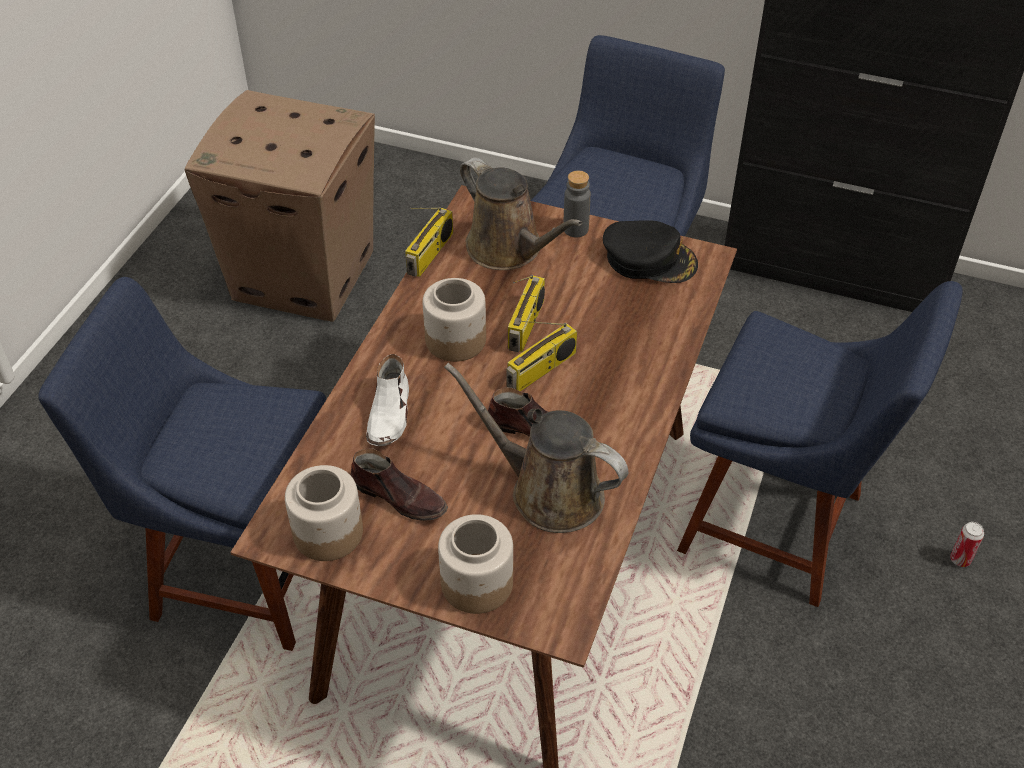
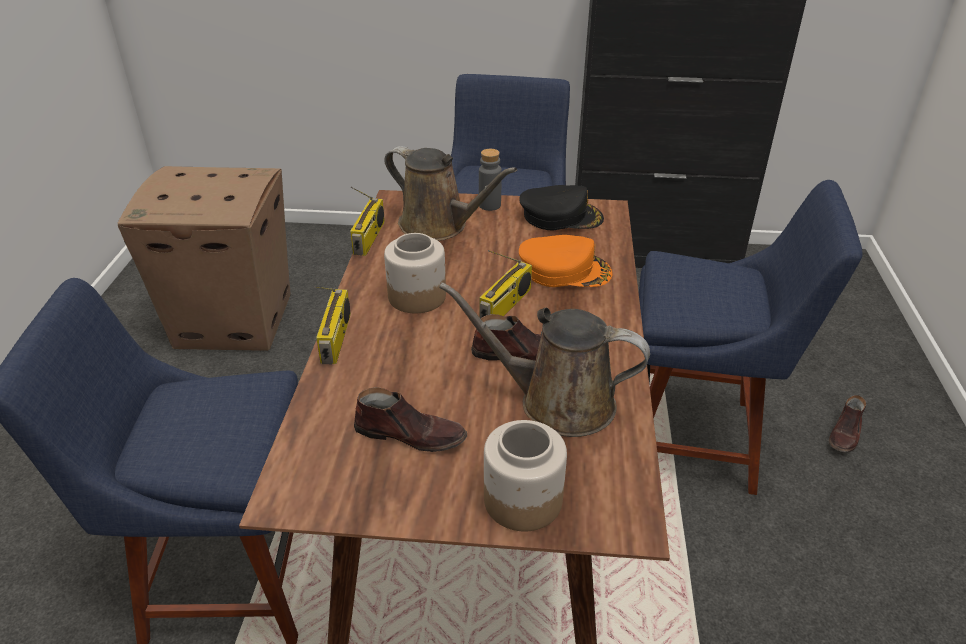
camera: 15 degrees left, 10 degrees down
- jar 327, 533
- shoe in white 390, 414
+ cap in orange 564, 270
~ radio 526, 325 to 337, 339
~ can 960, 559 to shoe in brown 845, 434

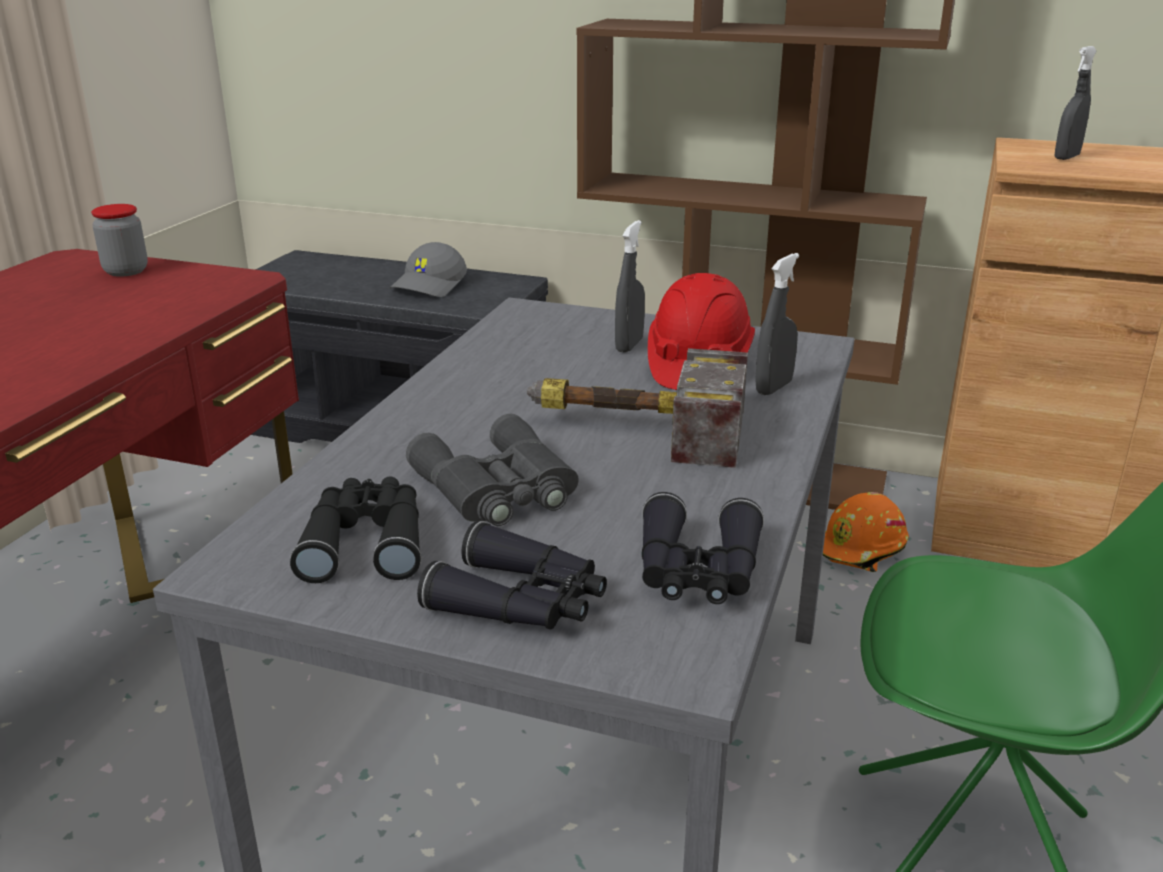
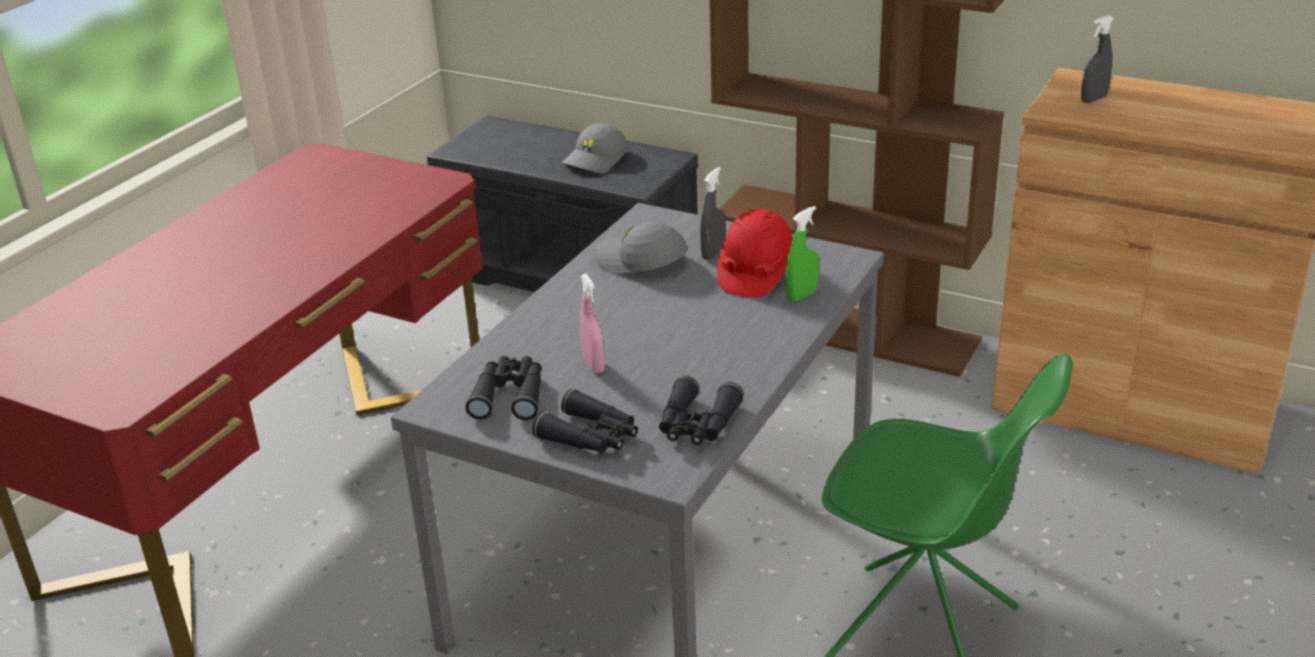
camera: 10 degrees right, 5 degrees up
- jar 126, 271
- hammer 632, 428
- hard hat in orange 862, 549
+ cap in grey 640, 262
~ binoculars in grey 497, 489 to spray bottle in pink 593, 365
~ spray bottle in grey 773, 388 to spray bottle in green 802, 295

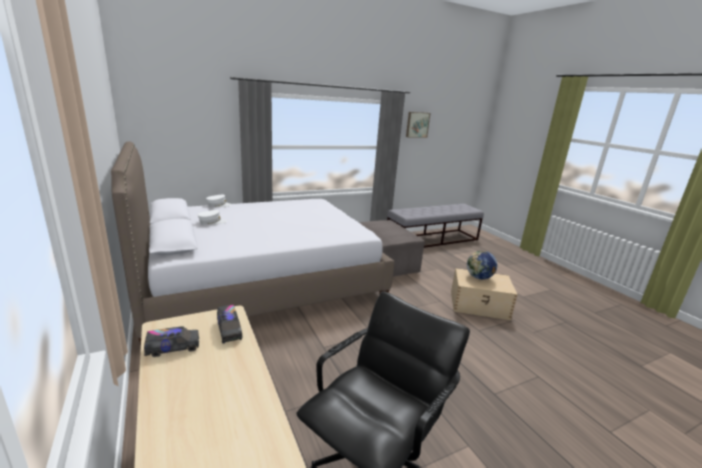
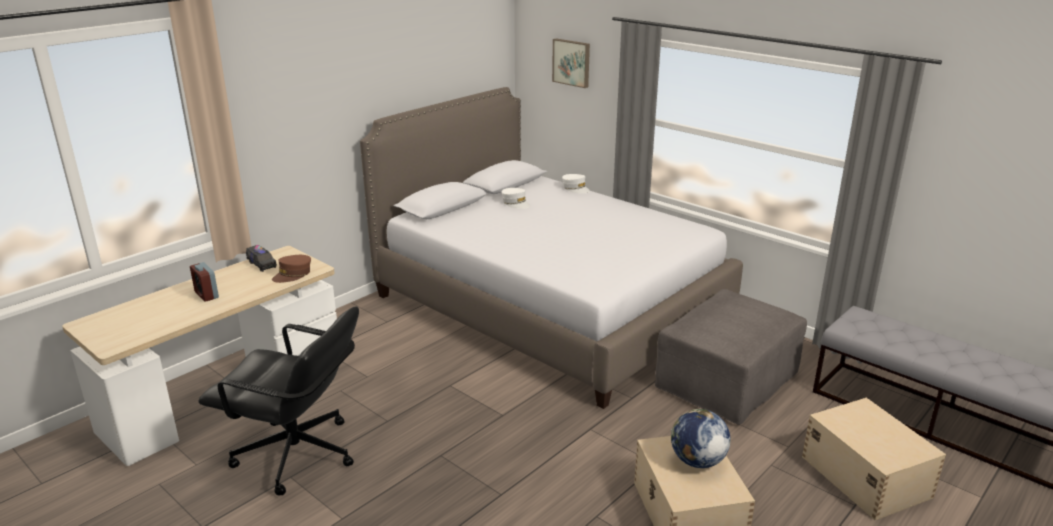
camera: 70 degrees right, 5 degrees up
+ alarm clock 206, 295
+ storage box in beige 865, 475
~ picture 417, 124 to 572, 62
~ toy truck 229, 330 to cap in brown 293, 274

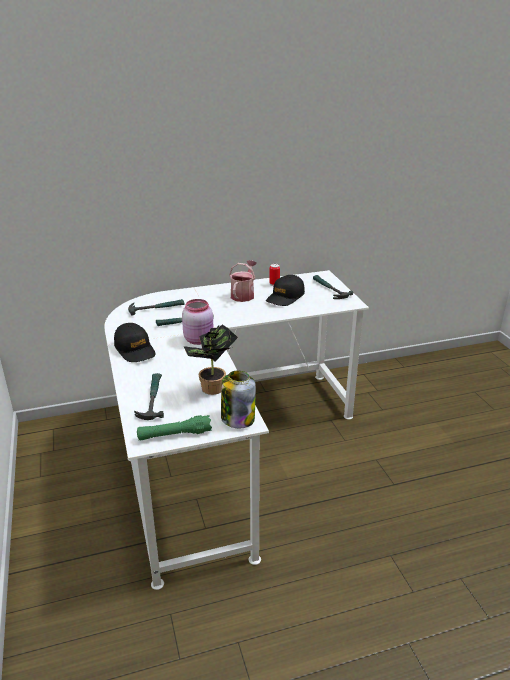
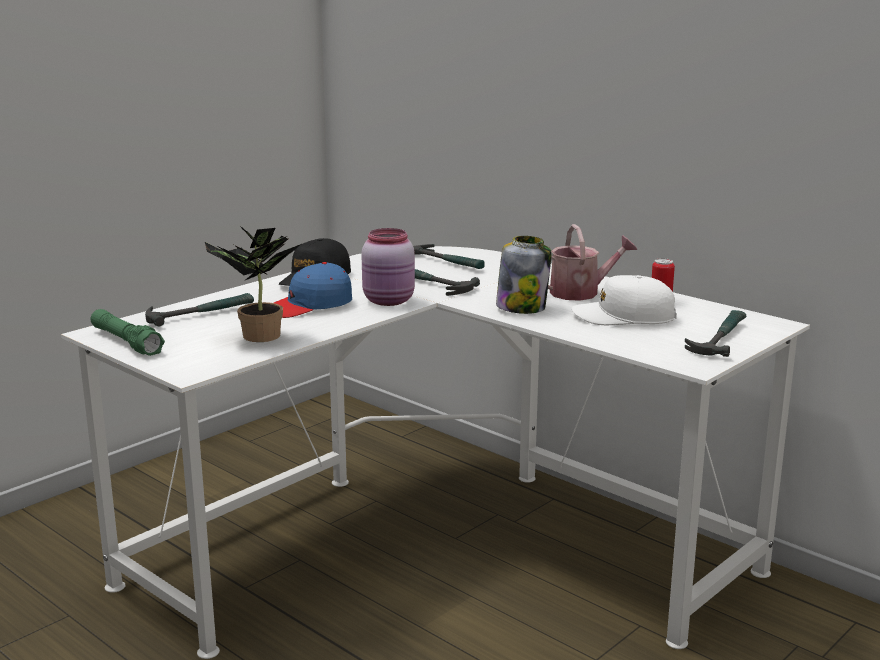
camera: 60 degrees right, 10 degrees down
+ cap in blue 310, 306
~ jar 237, 418 to 522, 307
~ cap in black 285, 297 to cap in white 623, 317

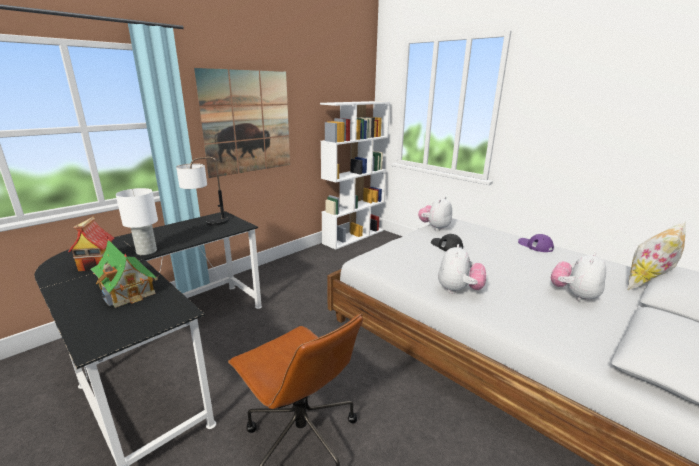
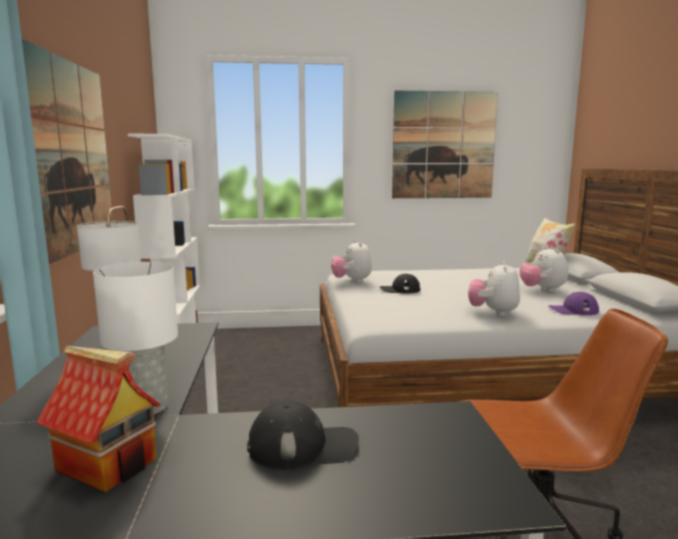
camera: 50 degrees left, 10 degrees down
+ picture 443, 145
~ cap in purple 535, 245 to 573, 310
~ toy house 127, 289 to cap in black 303, 446
~ plush toy 458, 290 = 493, 312 135 degrees counterclockwise

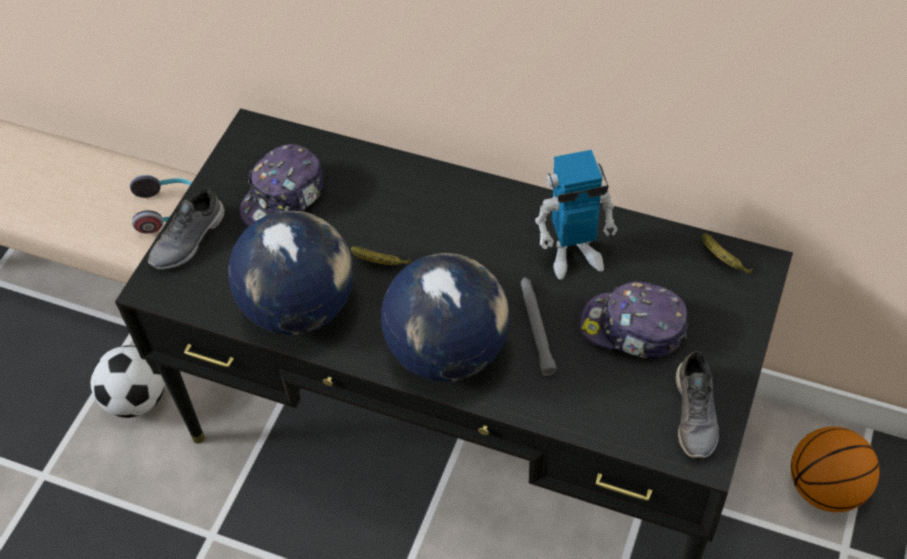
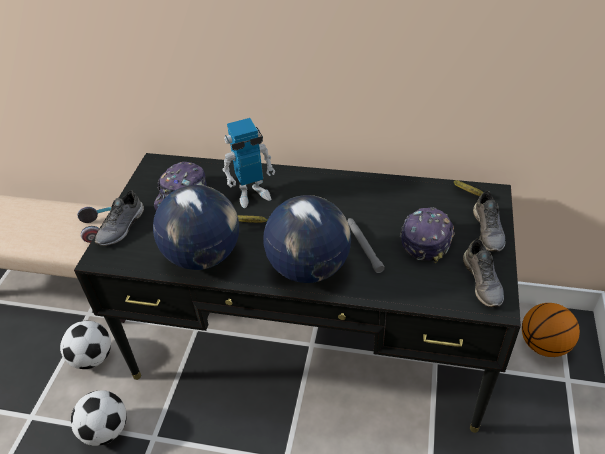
camera: 10 degrees left, 10 degrees down
+ football 106, 430
+ shoe in grey 488, 231
~ toy robot 574, 254 to 252, 194
~ cap 633, 329 = 426, 238 105 degrees clockwise

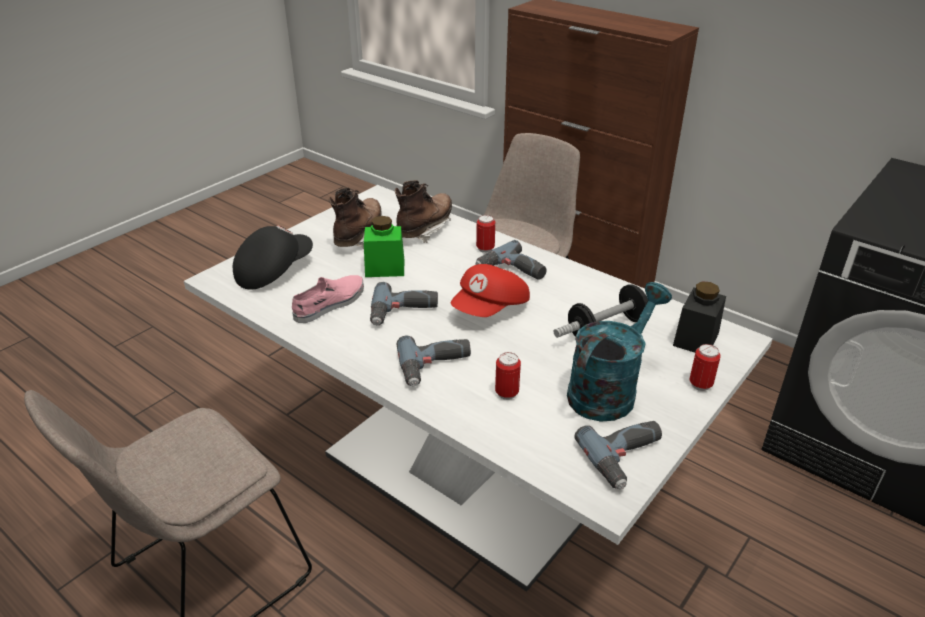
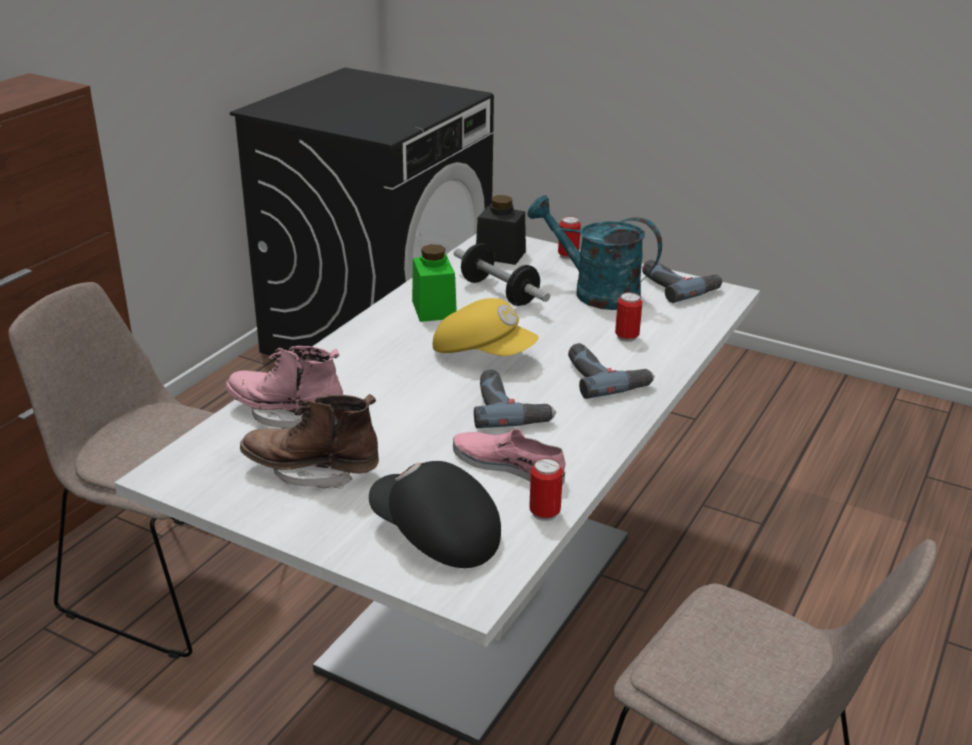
camera: 100 degrees left, 5 degrees down
- power drill 511, 271
~ jar in green 385, 268 to 434, 309
~ can 485, 249 to 544, 513
~ boot in brown 425, 229 to boot in pink 287, 415
~ cap in red 491, 309 to cap in yellow 483, 353

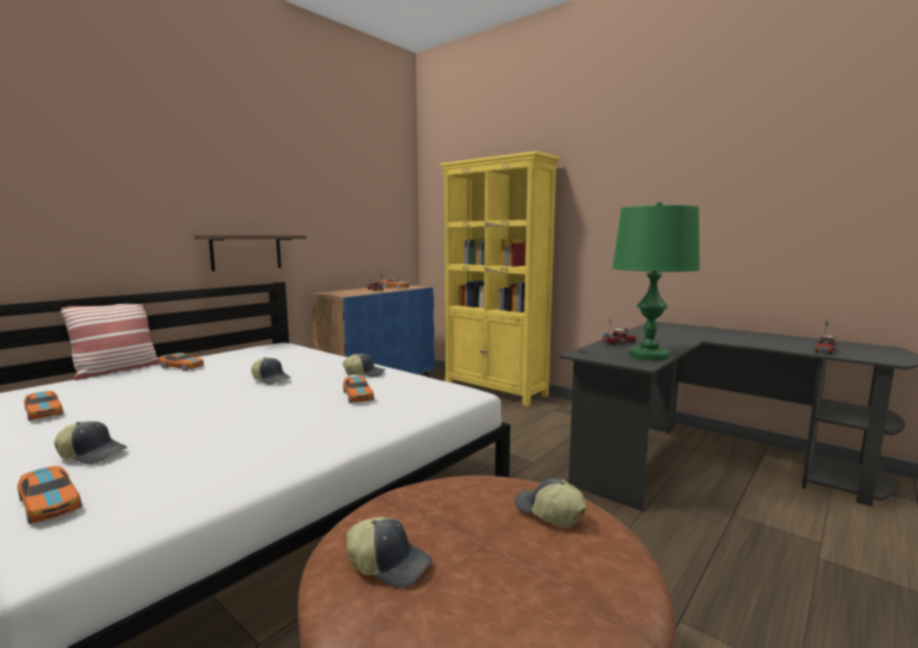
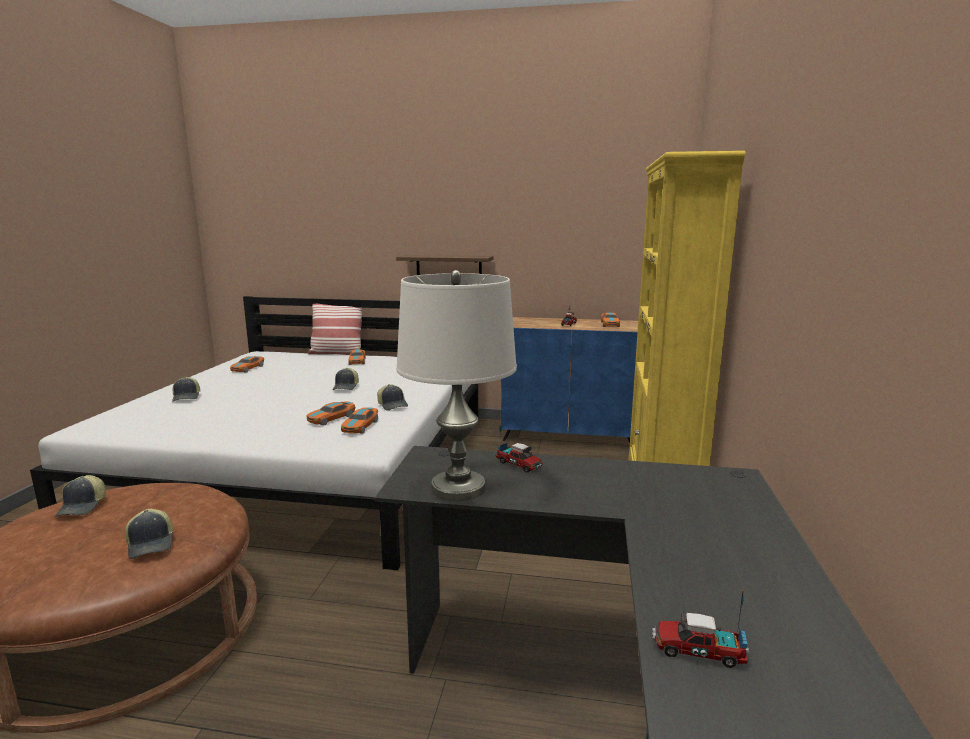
camera: 60 degrees right, 5 degrees up
~ toy car 50, 503 to 360, 426
~ table lamp in green 648, 356 to table lamp in white 458, 488
~ cap 548, 513 = 152, 543 135 degrees clockwise

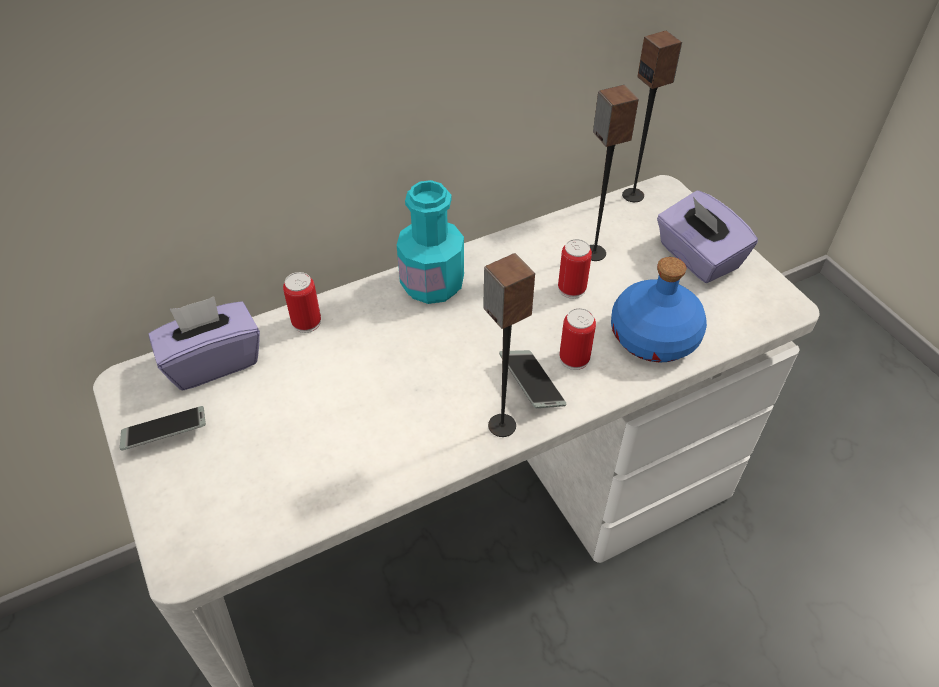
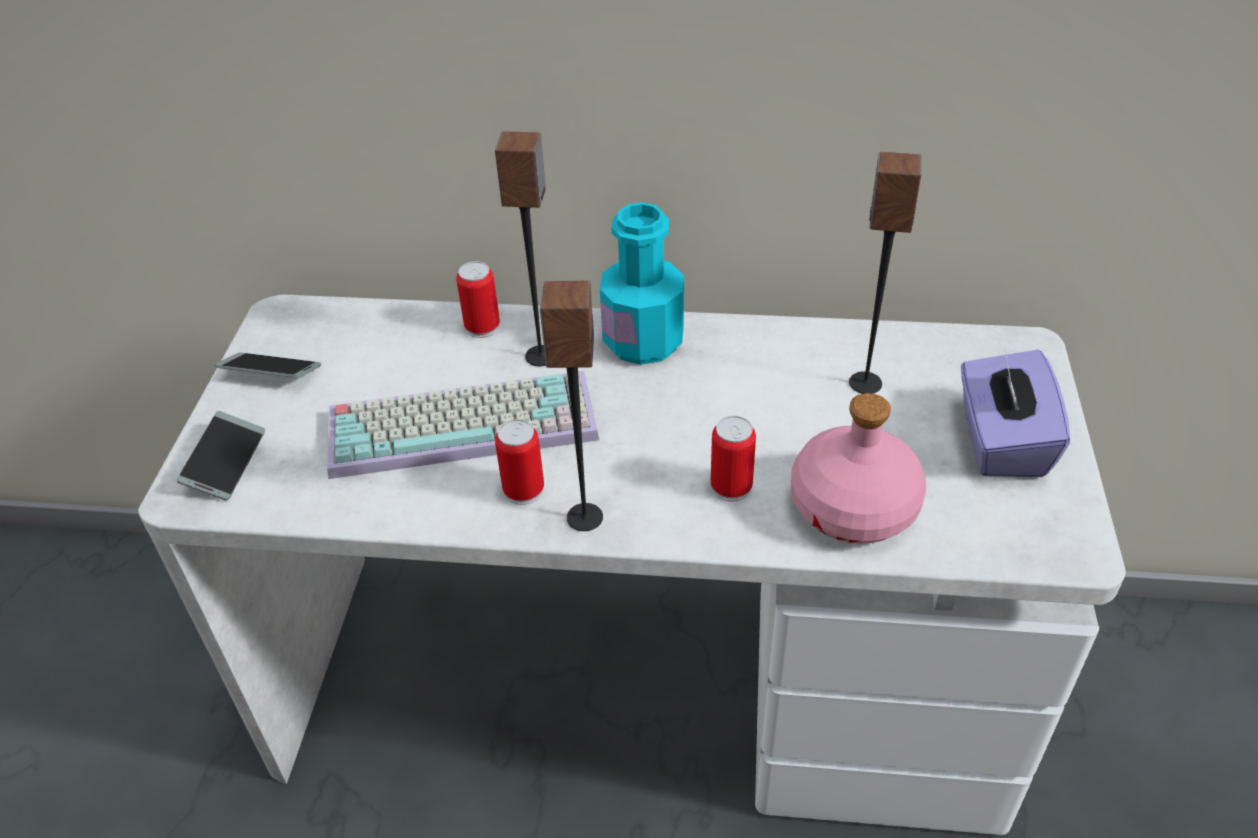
camera: 35 degrees right, 5 degrees down
- tissue box in purple 213, 361
+ keyboard 465, 422
~ phone 531, 384 to 225, 463
~ can 571, 289 to 523, 490
~ speaker 633, 195 to 541, 356
~ bottle in blue 654, 337 to bottle in pink 852, 507

